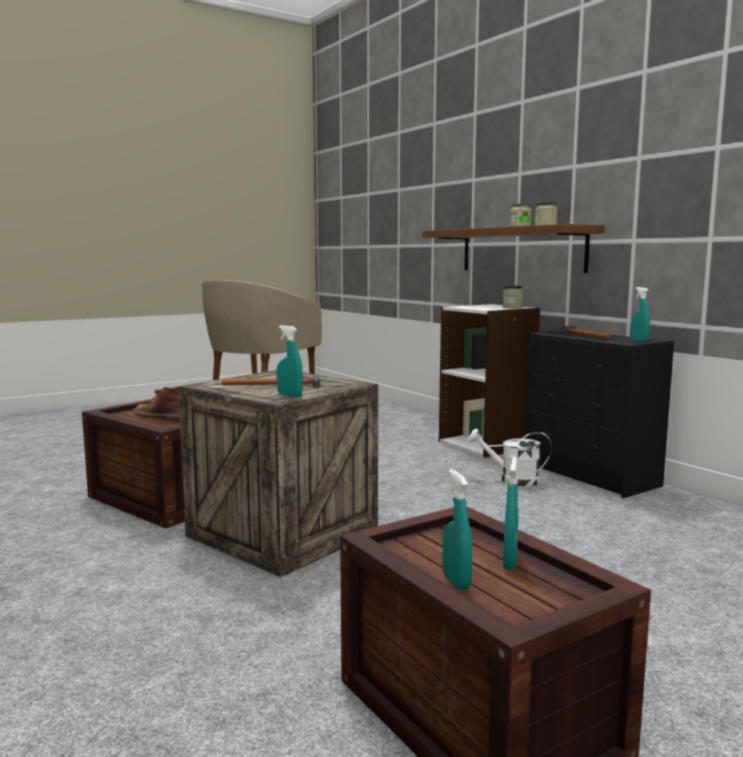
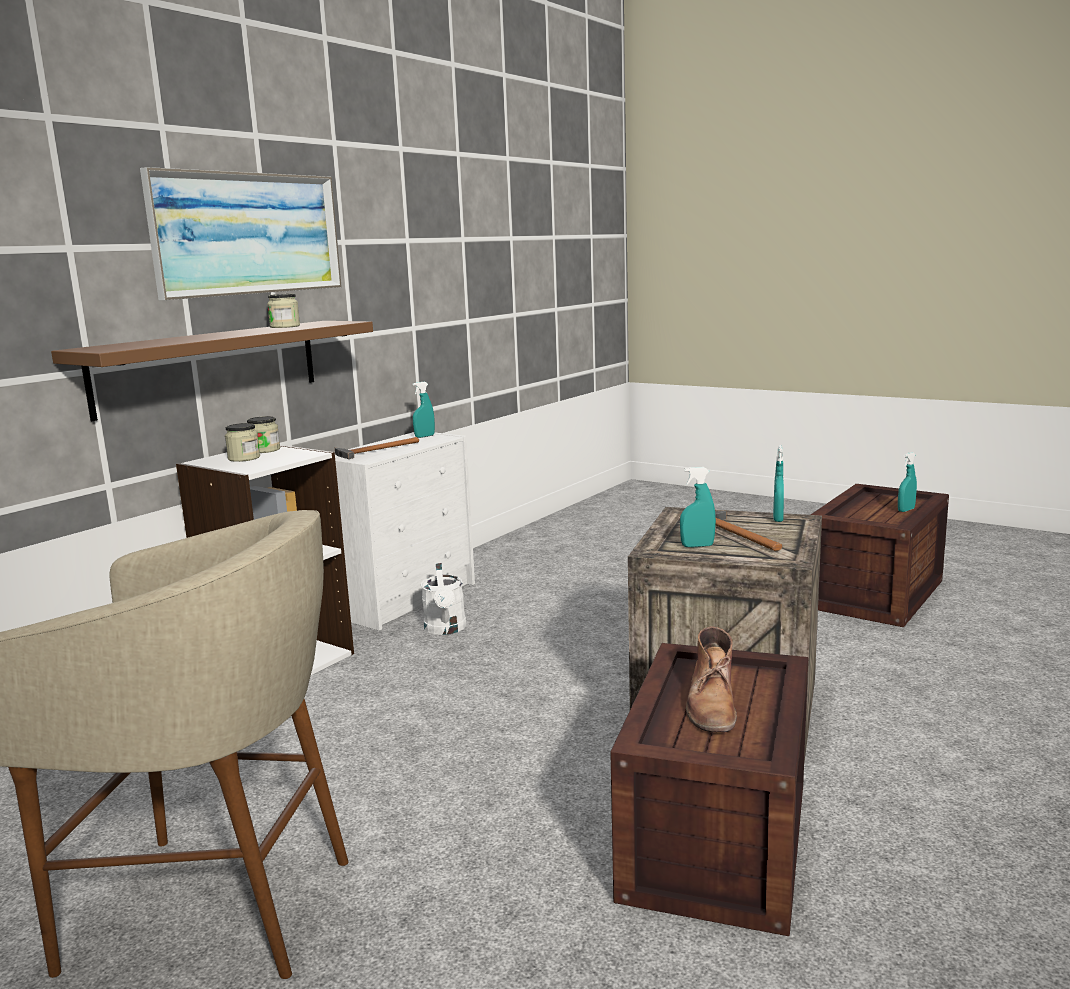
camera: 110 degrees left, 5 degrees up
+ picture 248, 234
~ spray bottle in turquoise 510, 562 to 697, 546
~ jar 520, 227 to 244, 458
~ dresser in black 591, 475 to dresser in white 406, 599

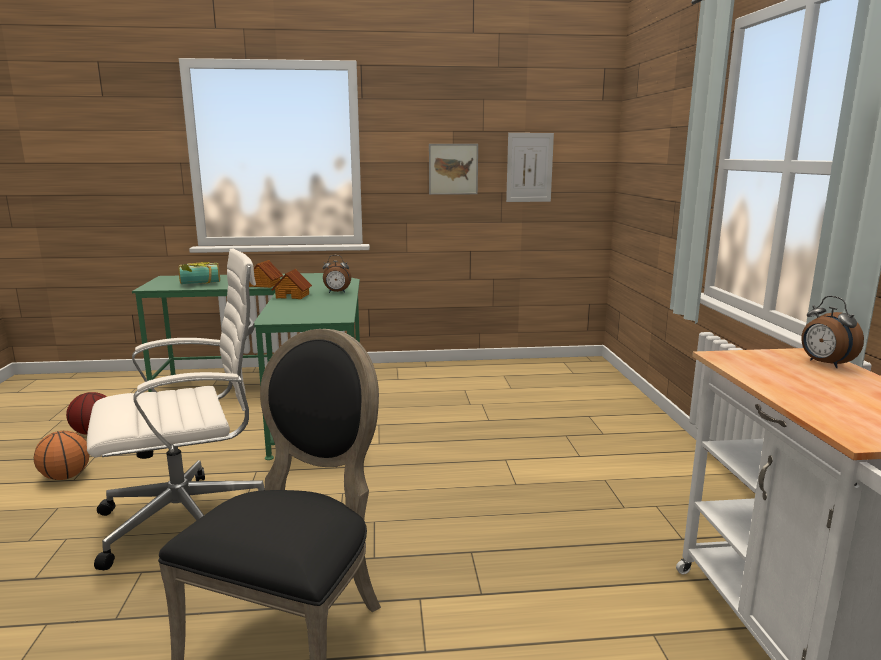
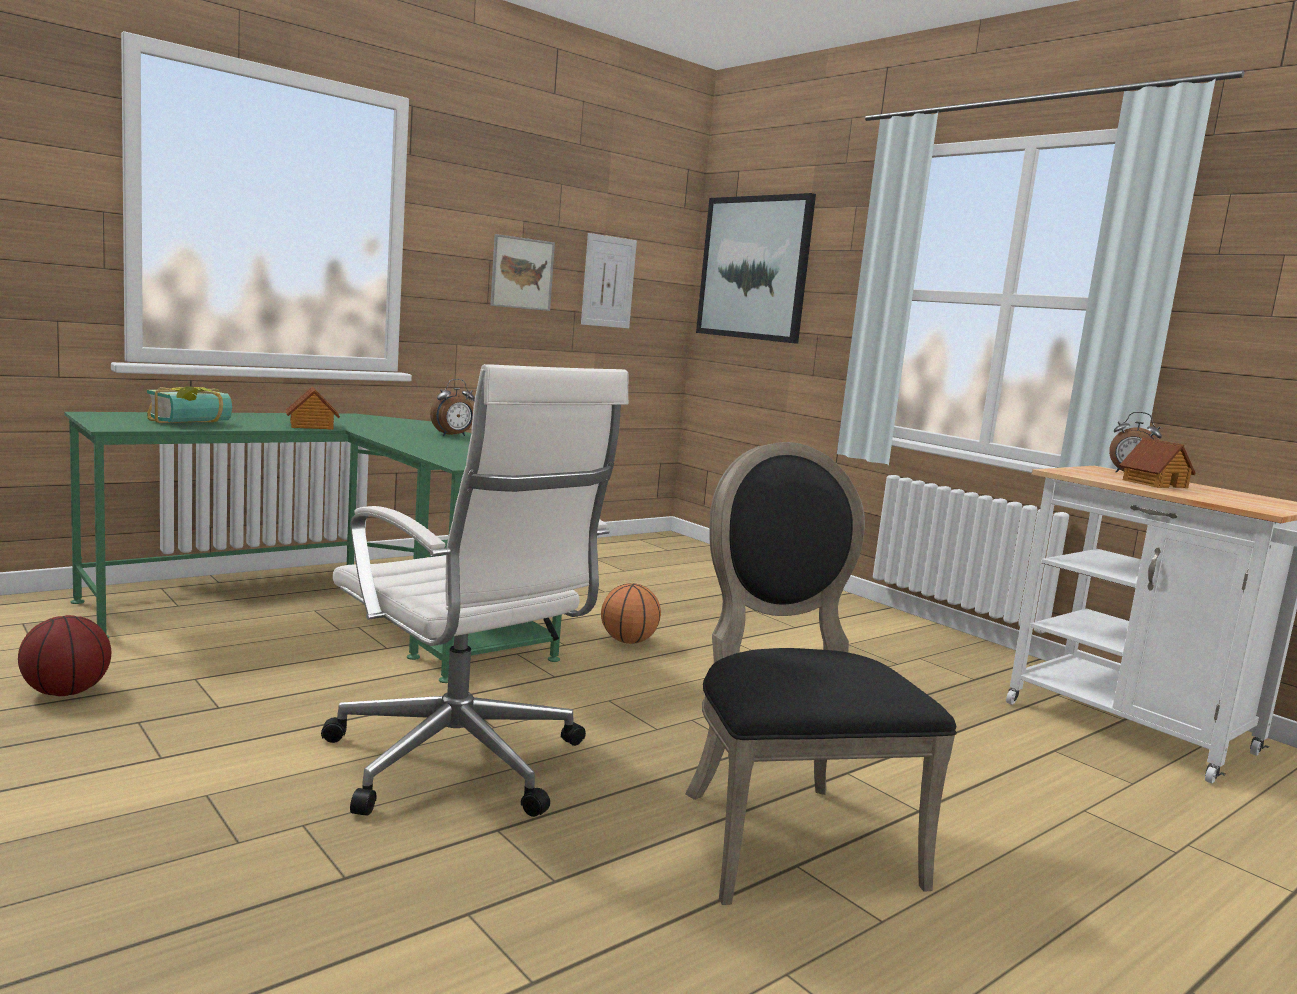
camera: 35 degrees left, 5 degrees down
+ picture 754, 268
~ basketball 66, 477 to 628, 641
~ toy house 293, 296 to 1154, 483
~ office chair in white 190, 519 = 459, 764 105 degrees clockwise

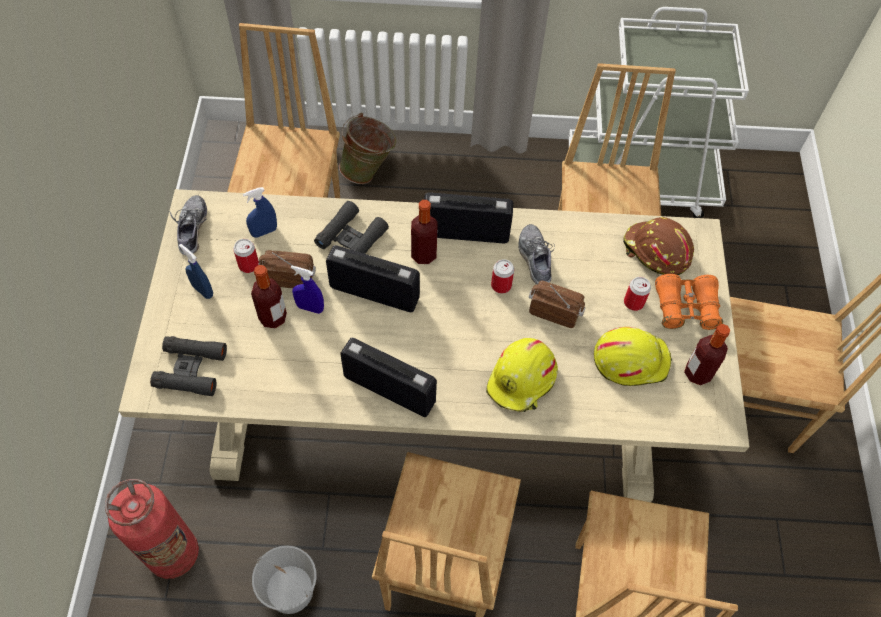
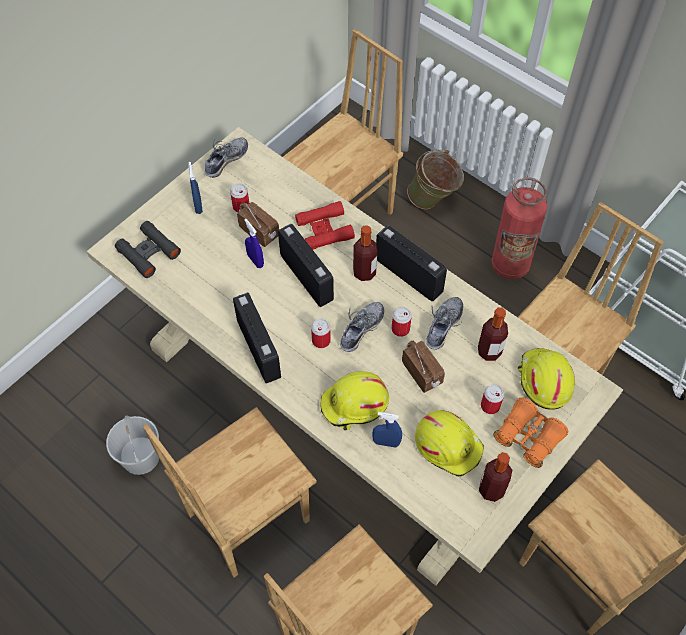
camera: 40 degrees right, 0 degrees up
+ can 321, 340
+ shoe 361, 329
~ fire extinguisher 173, 554 to 510, 265
~ spray bottle in blue 264, 232 to 386, 442
~ bottle 273, 317 to 489, 351
~ binoculars in black 351, 238 to binoculars in red 324, 230
~ hard hat in brown 656, 252 to hard hat in yellow 544, 380

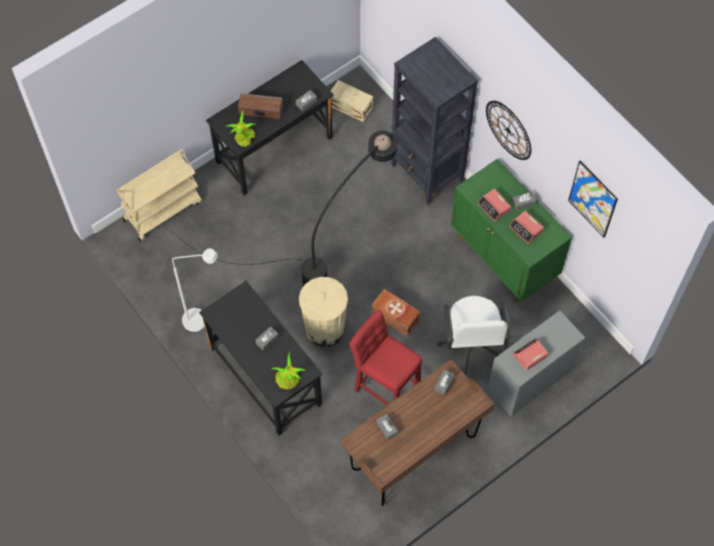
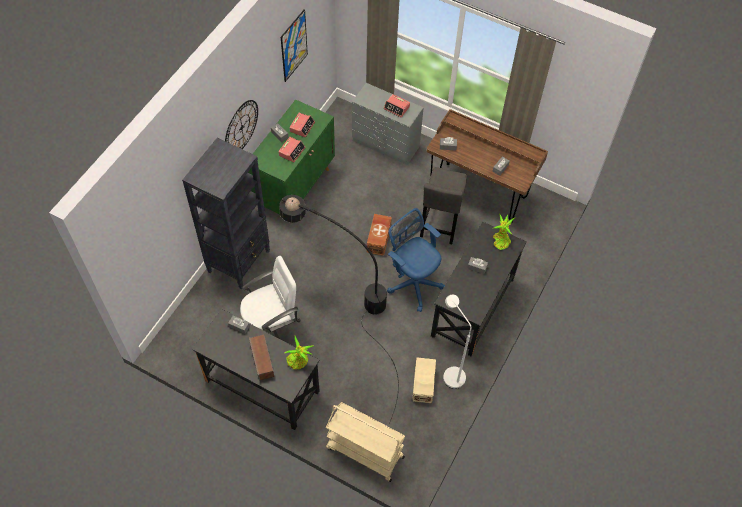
camera: 115 degrees left, 5 degrees down
~ storage box in beige 350, 105 to 422, 384
~ office chair in white 471, 344 to 271, 325
~ trash can in beige 325, 329 to office chair in blue 413, 282
~ stool in red 384, 388 to stool in grey 439, 226

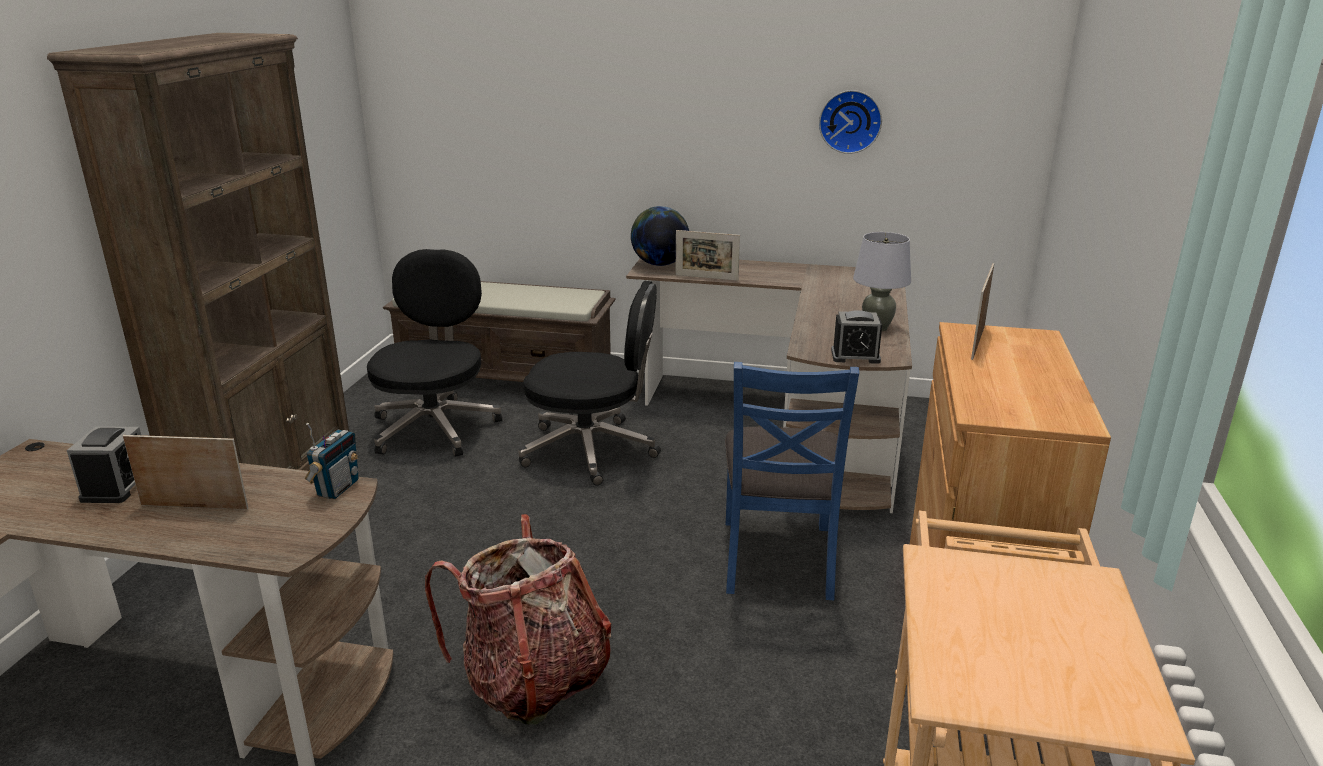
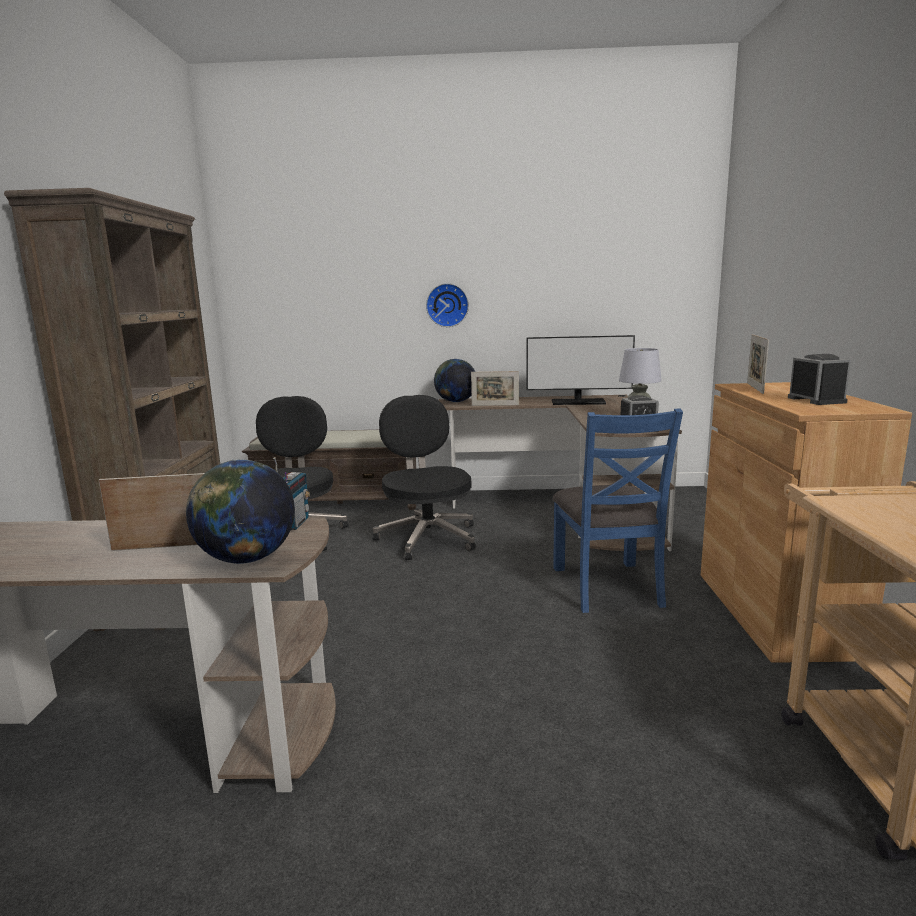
camera: 10 degrees left, 10 degrees down
- backpack 532, 680
+ globe 247, 559
+ monitor 578, 402
~ alarm clock 117, 486 to 816, 400
~ wall clock 850, 121 to 447, 305
~ office chair in black 592, 450 = 427, 537 105 degrees counterclockwise

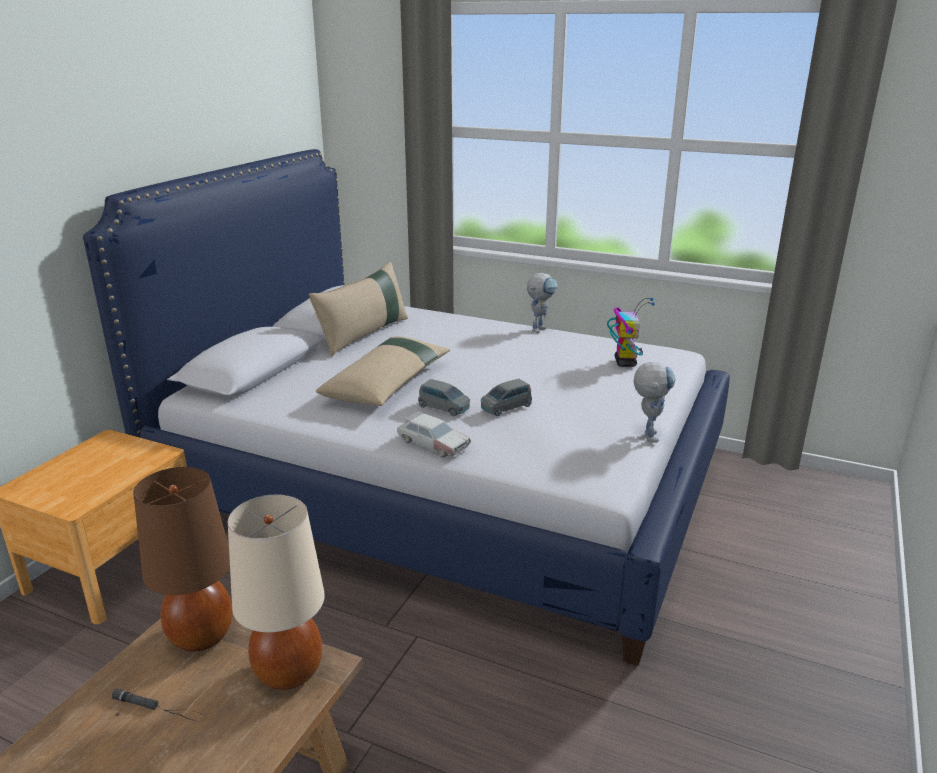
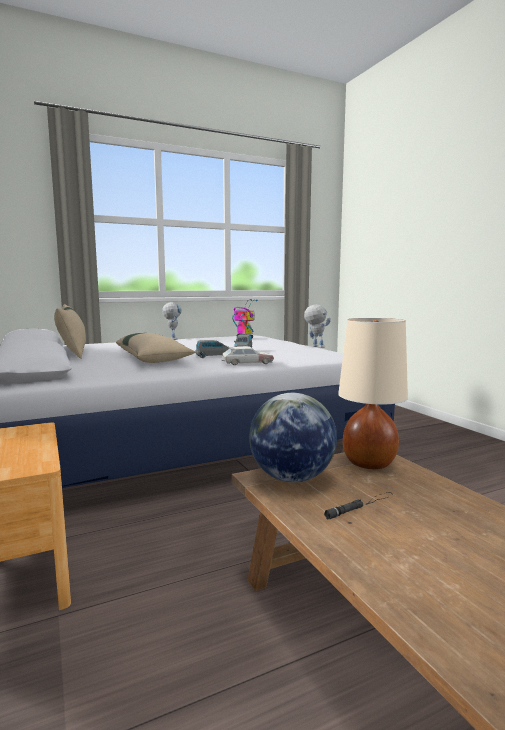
camera: 50 degrees left, 15 degrees down
~ table lamp in brown 201, 635 to globe 291, 478

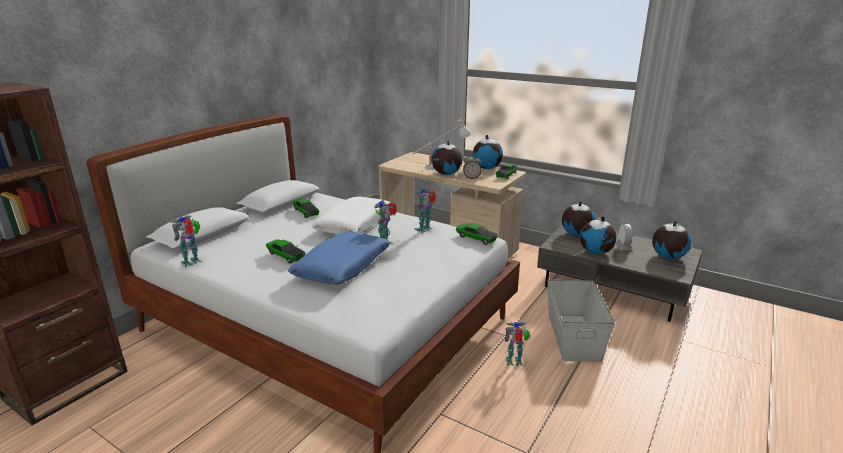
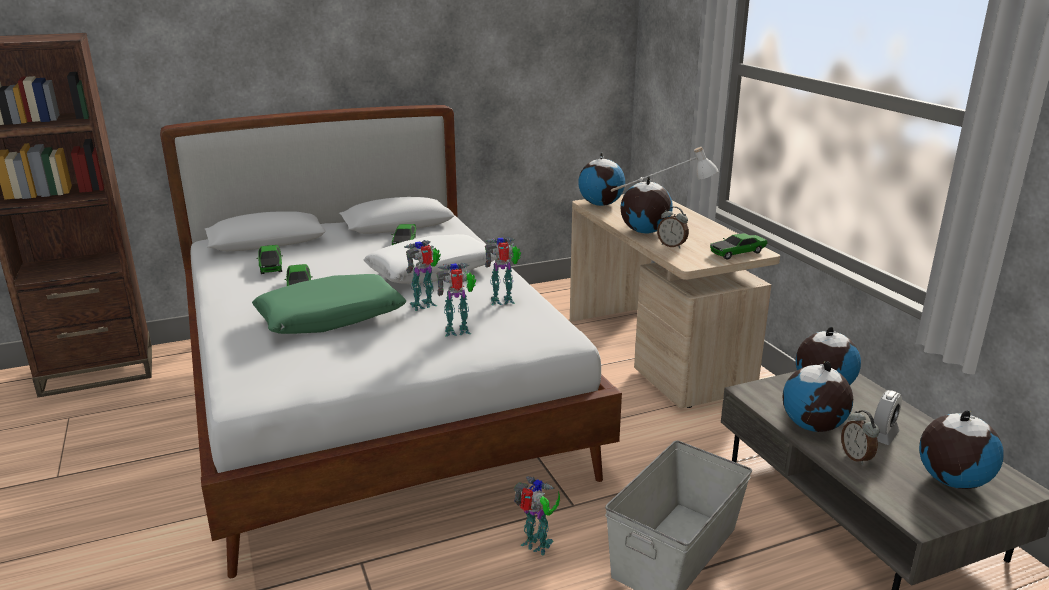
camera: 35 degrees right, 0 degrees up
+ alarm clock 856, 457
~ toy robot 192, 262 to 458, 332
~ toy car 476, 238 to 271, 265
~ globe 486, 168 to 601, 204
~ pillow in blue 342, 267 to pillow in green 330, 318

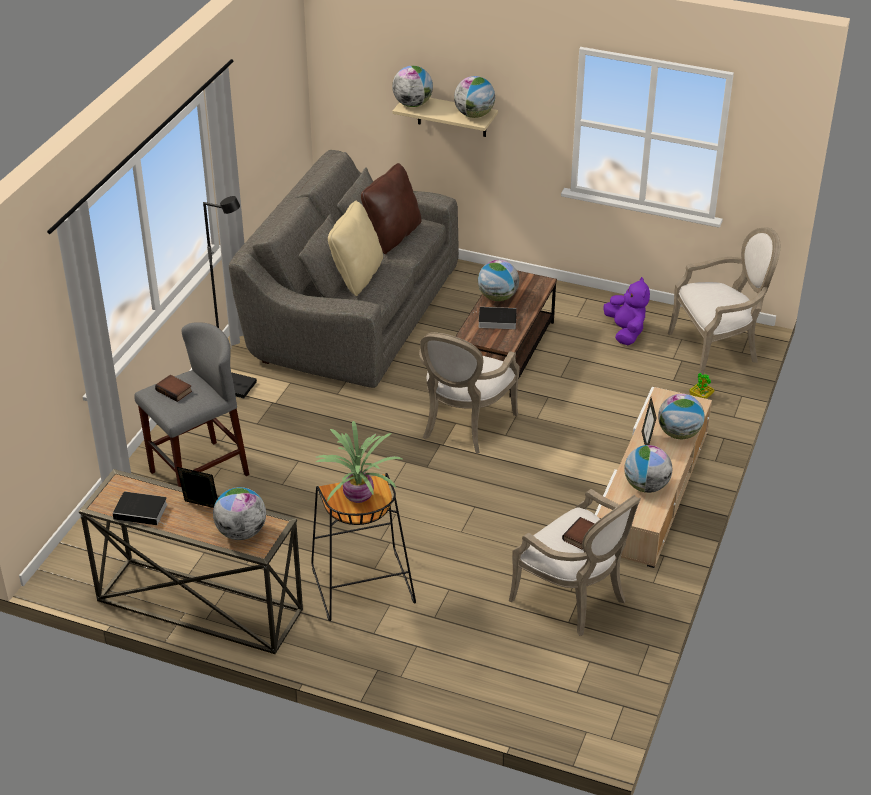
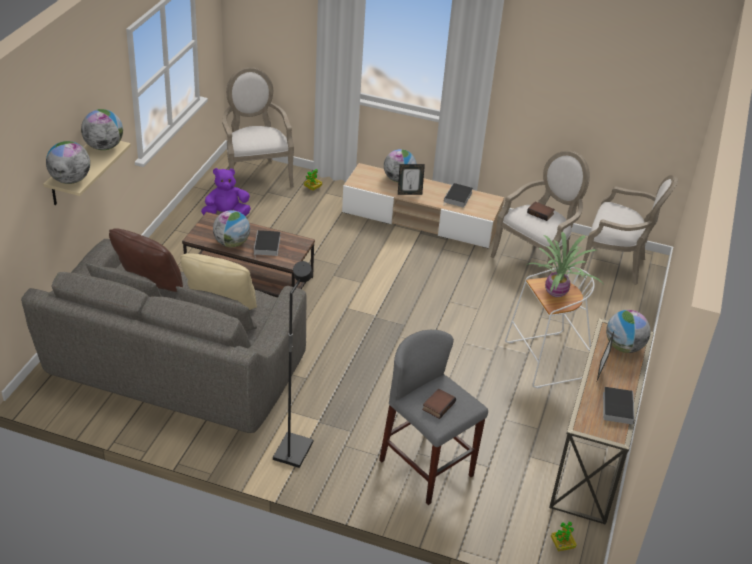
camera: 95 degrees left, 0 degrees up
+ potted plant 562, 545
~ armchair 462, 426 to 615, 265
~ globe 646, 486 to book 458, 198
~ stool in black 361, 584 to stool in white 546, 361

